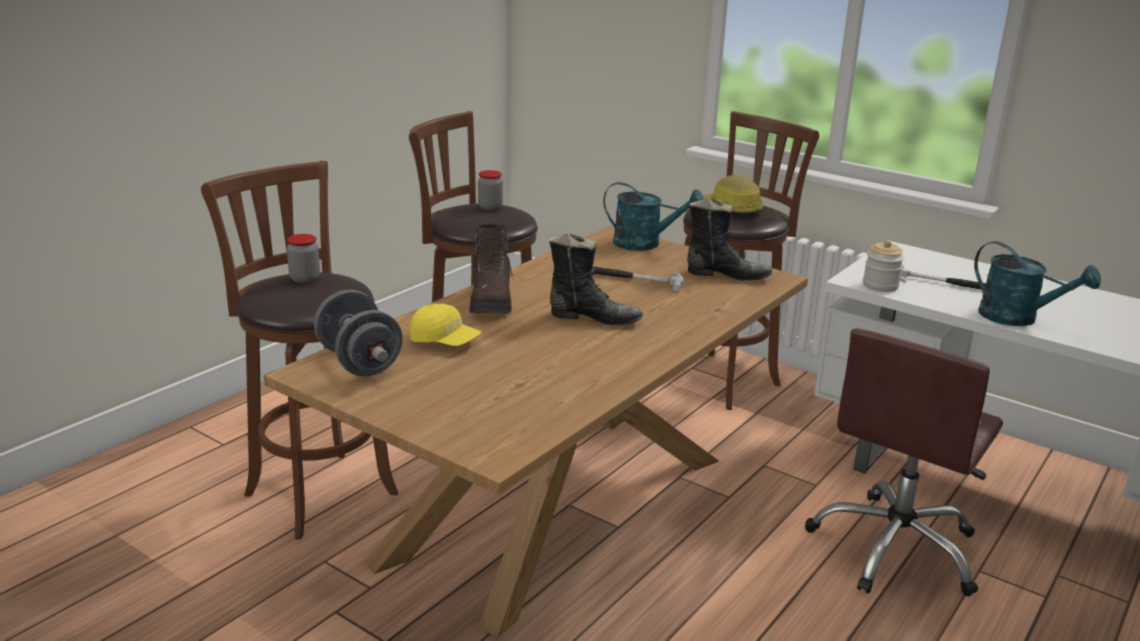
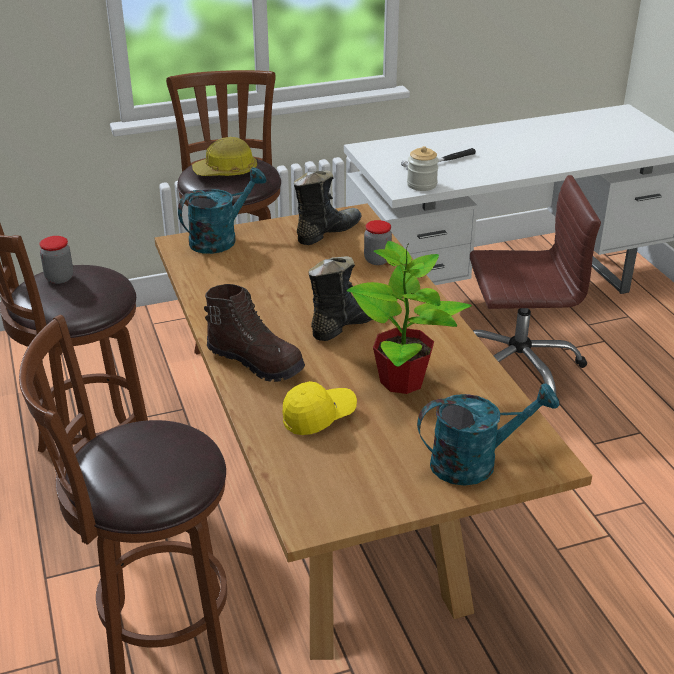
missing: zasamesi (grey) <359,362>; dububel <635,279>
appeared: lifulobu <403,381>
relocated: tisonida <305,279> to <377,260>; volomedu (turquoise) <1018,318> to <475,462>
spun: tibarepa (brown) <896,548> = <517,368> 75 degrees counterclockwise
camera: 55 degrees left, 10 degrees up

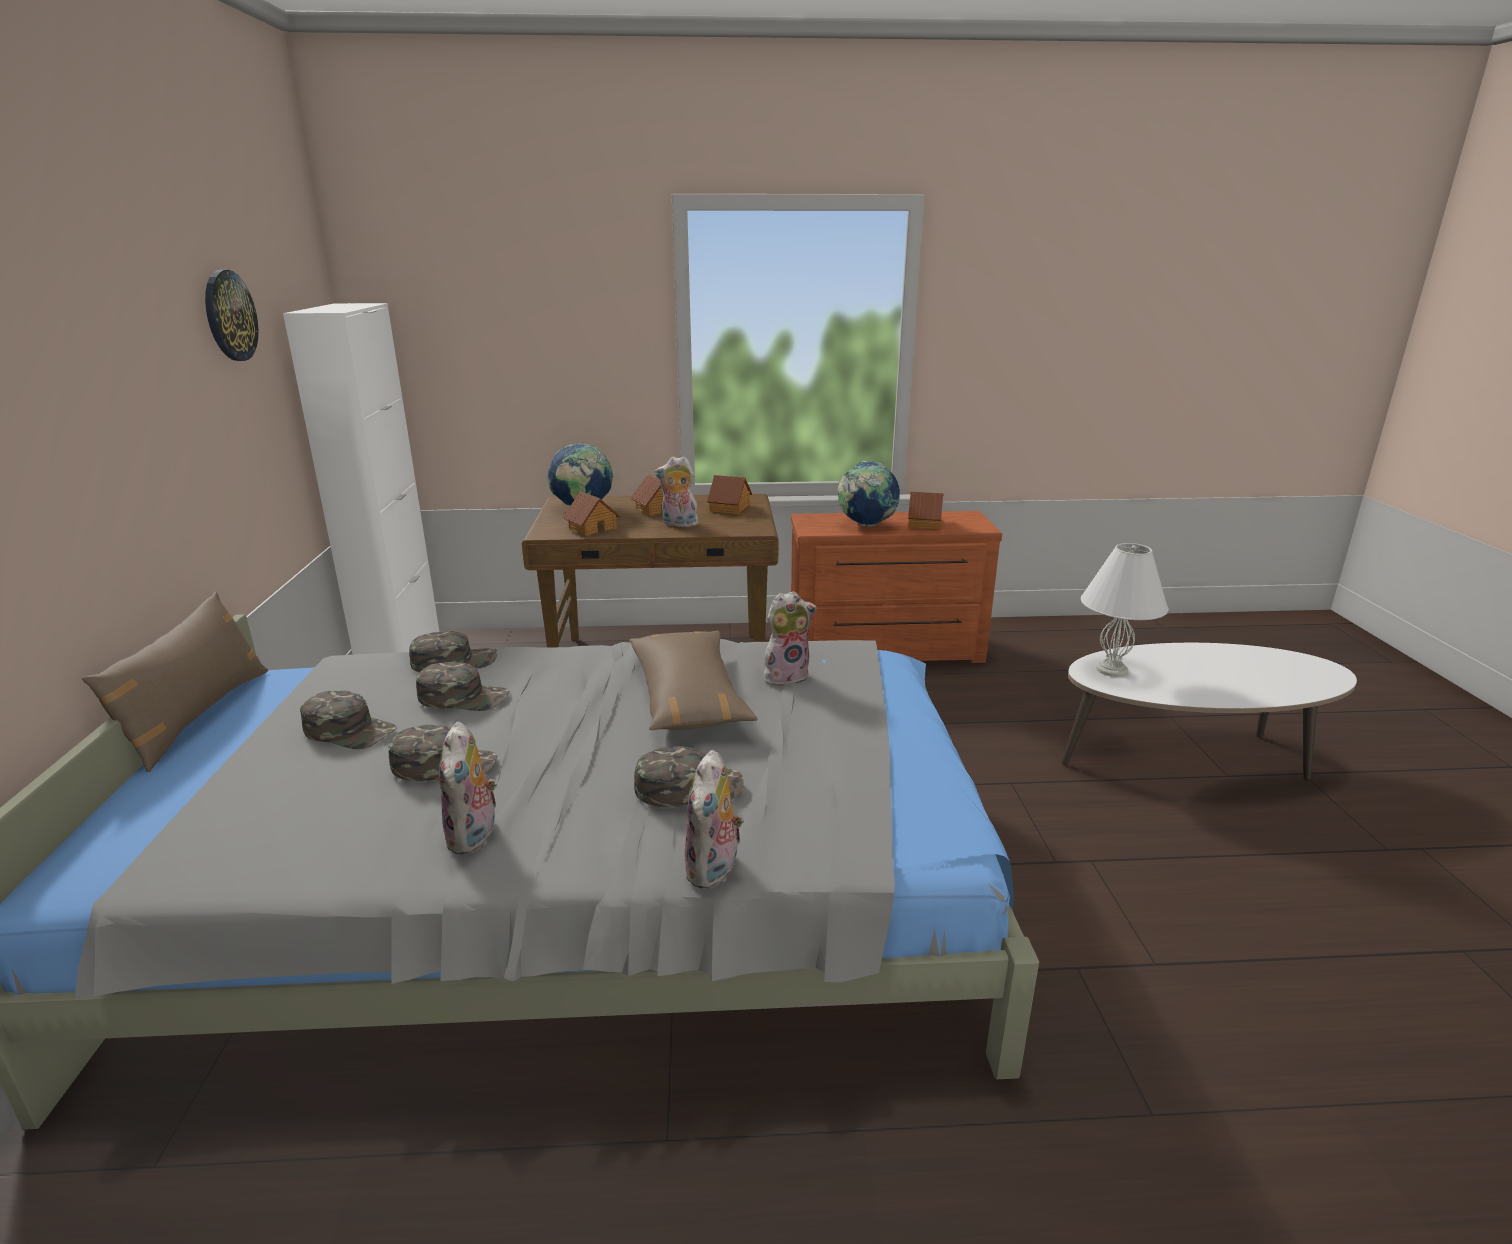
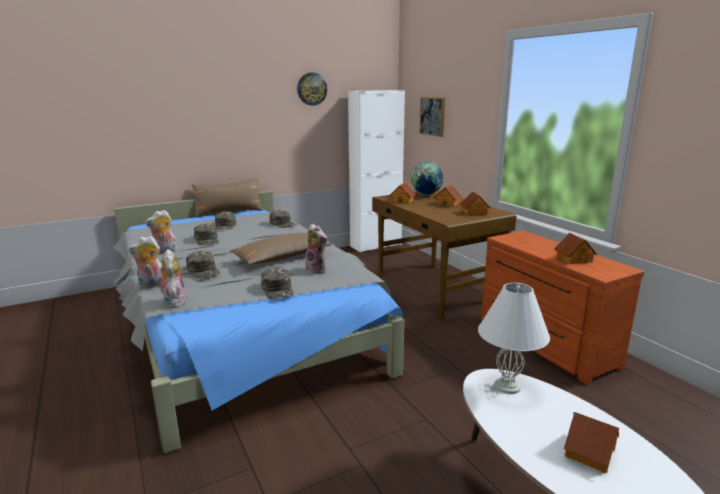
missing: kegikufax <866,525>
appeared: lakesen <432,116>; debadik <589,452>
relocated: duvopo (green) <464,697> to <278,289>; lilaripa <678,524> to <173,302>
camera: 65 degrees right, 5 degrees down

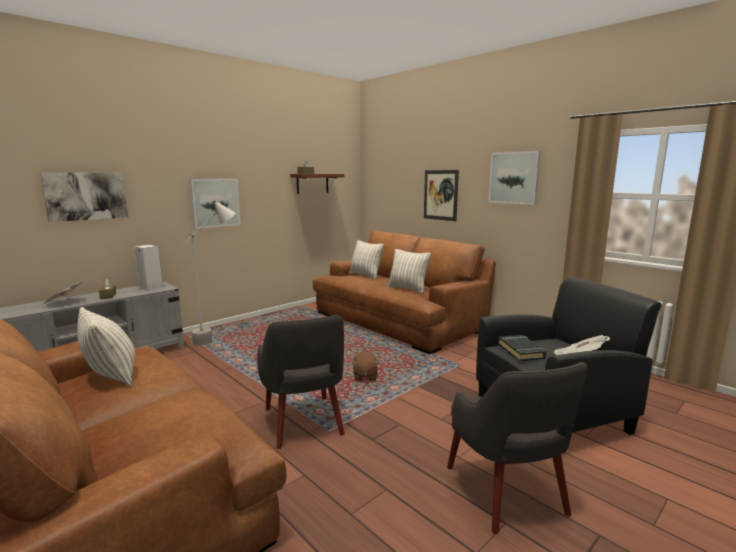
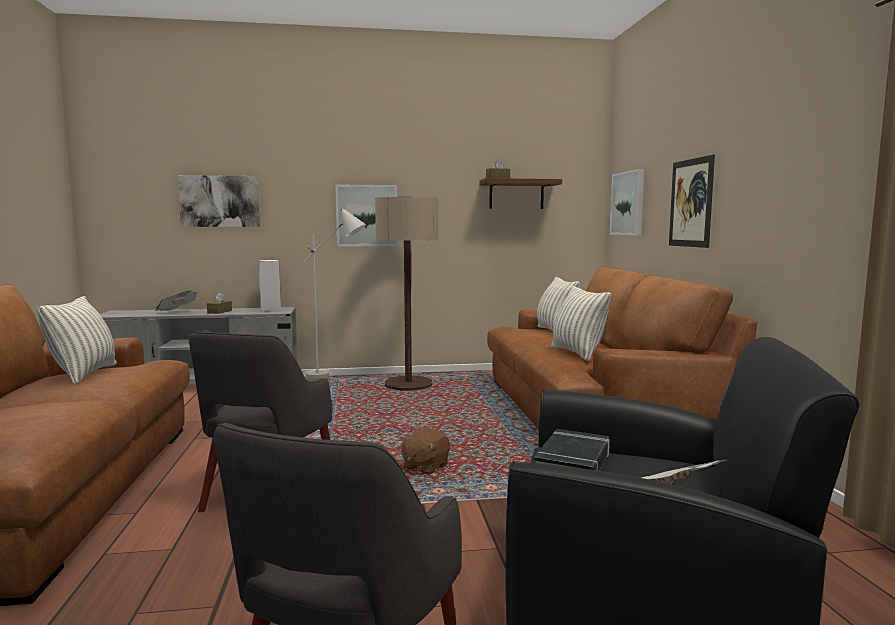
appeared: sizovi <408,385>
relocated: lakesen <514,178> to <628,203>
camera: 35 degrees right, 5 degrees down

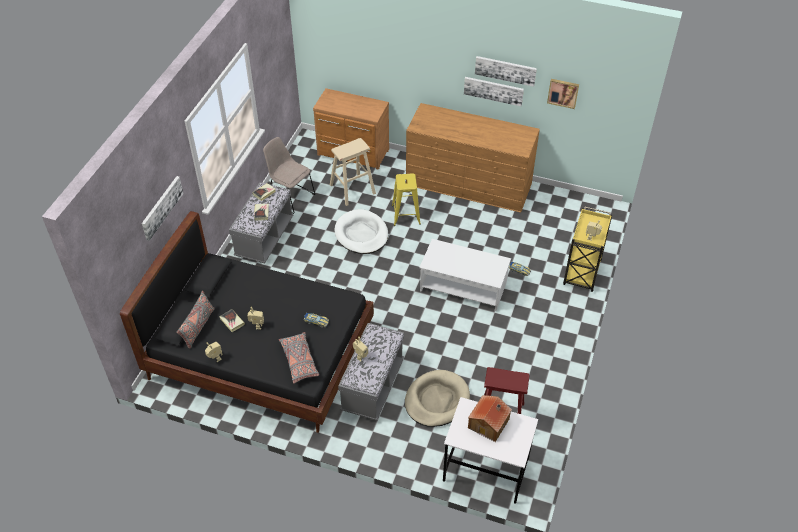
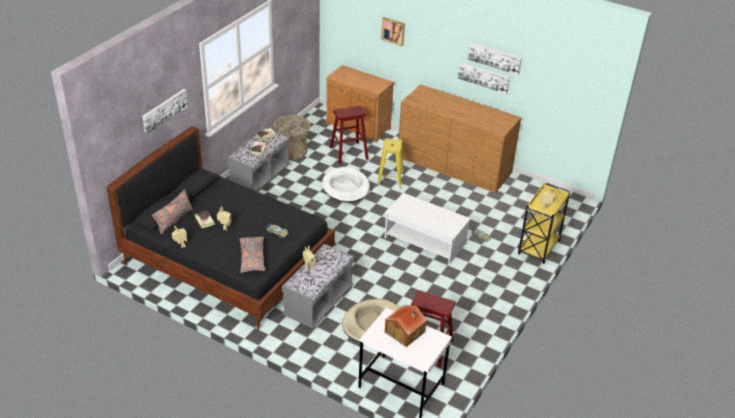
relocated: lakesen <563,92> to <393,31>
exchanged: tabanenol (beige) <290,197> to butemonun <292,150>
colour: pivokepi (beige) <352,189> to pivokepi (red) <348,153>
camera: 10 degrees right, 10 degrees down

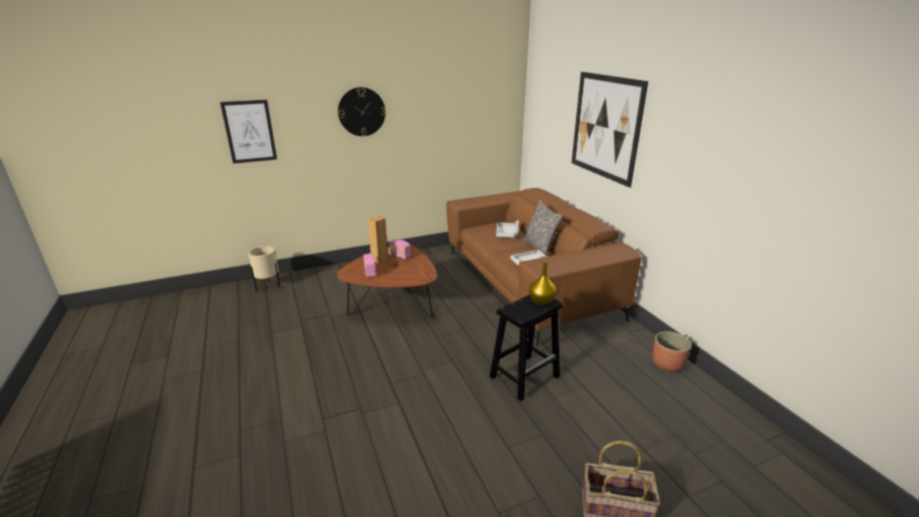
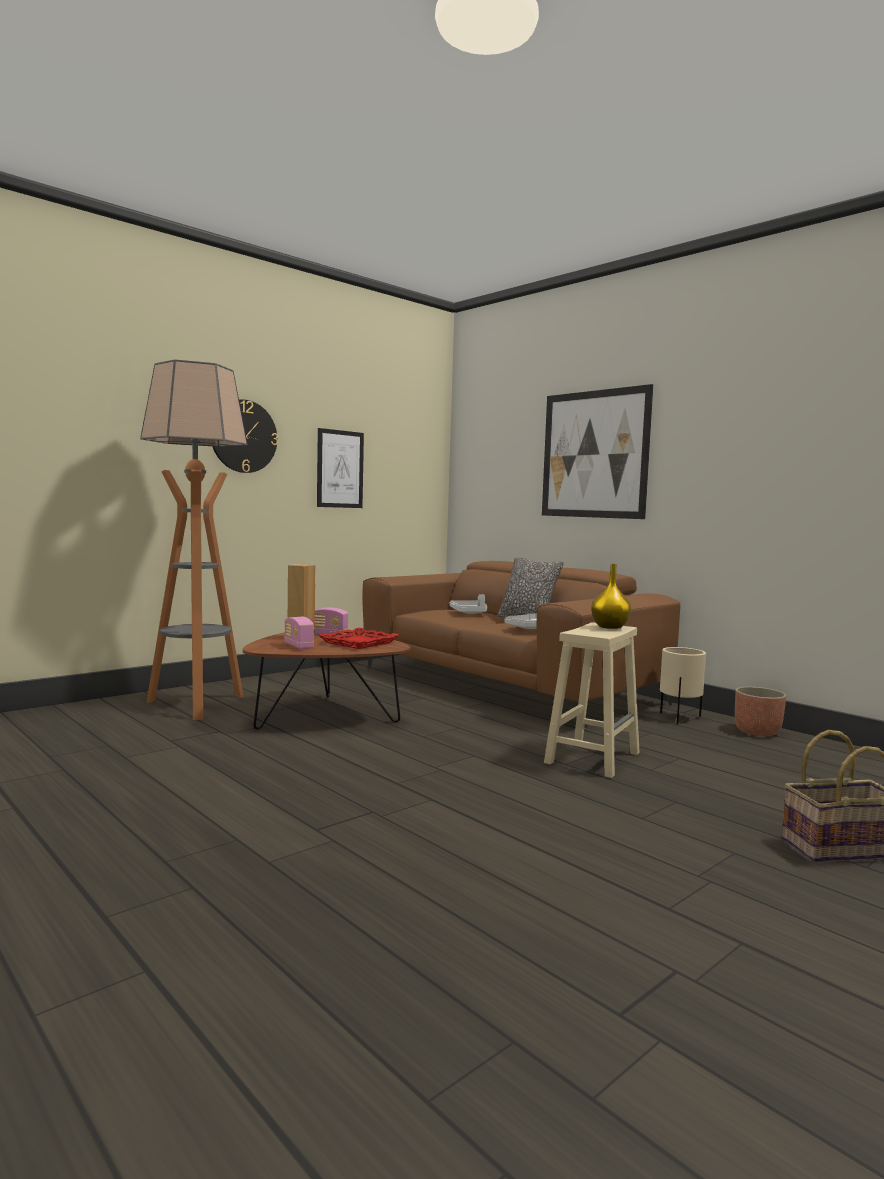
appeared: sizovi <196,705>; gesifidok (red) <358,643>
relocated: lakesen <249,131> to <340,469>; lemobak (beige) <268,286> to <679,718>
colour: pivokepi (black) <525,376> to pivokepi (beige) <592,757>
camera: 20 degrees left, 20 degrees down

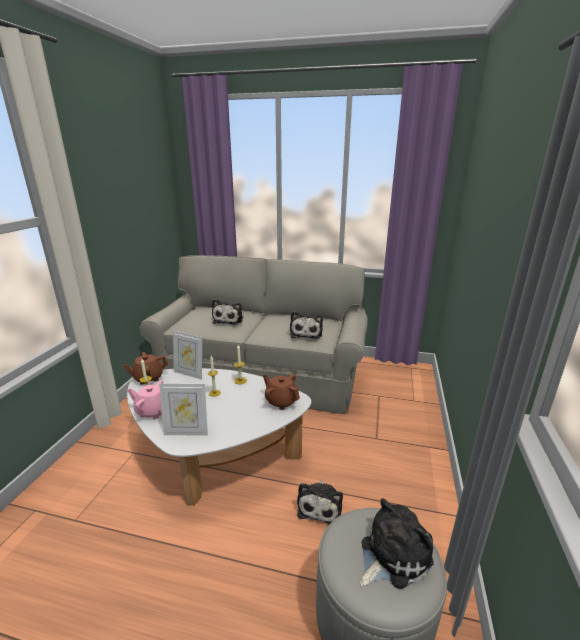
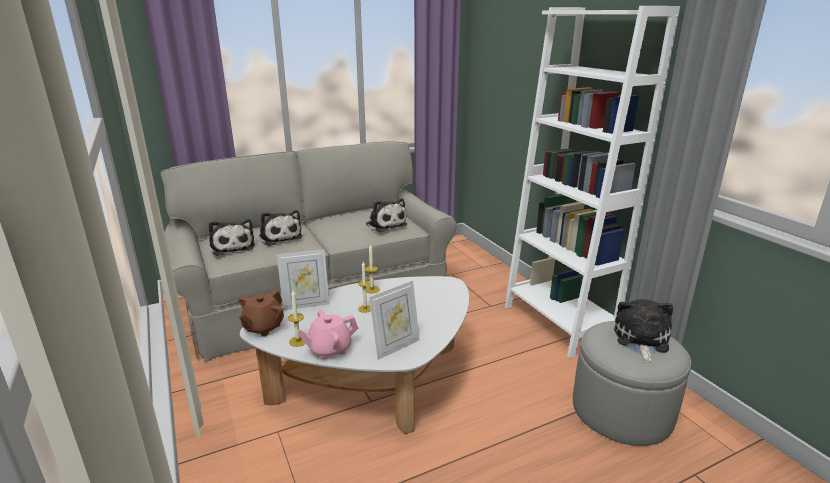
missing: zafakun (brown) <281,401>
appeared: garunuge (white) <558,323>
relocated: lilaripa <320,505> to <232,246>
camera: 40 degrees left, 0 degrees up

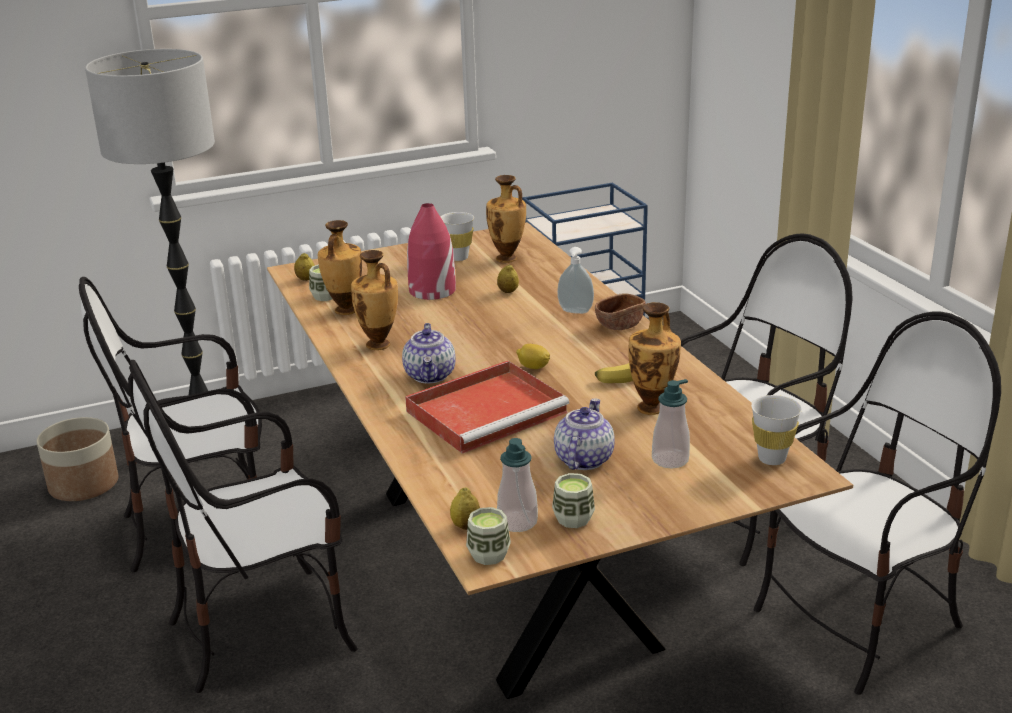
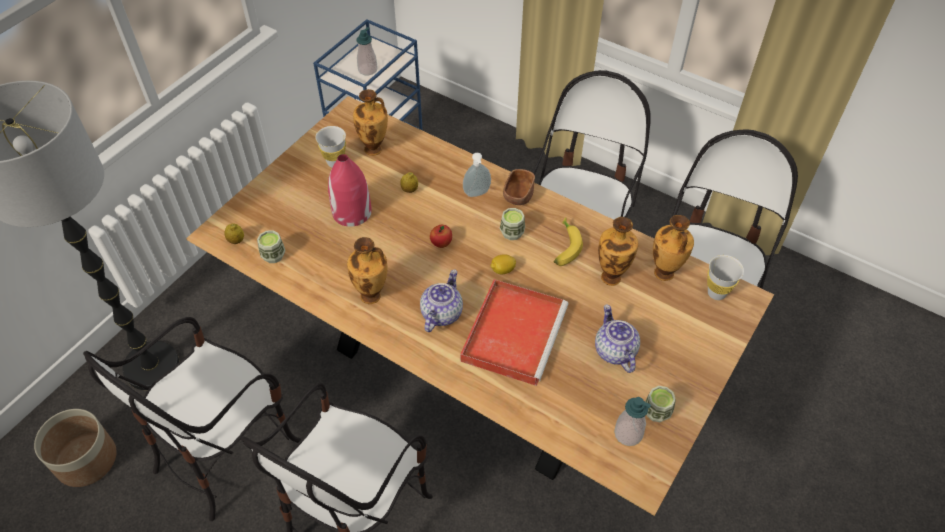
missing: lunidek <465,525>
appeared: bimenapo <441,243>
relocated: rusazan <345,311> to <664,274>; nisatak <488,554> to <512,233>; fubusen <670,459> to <367,70>
spun: zafakun <430,375> = <441,313> 120 degrees counterclockwise
camera: 35 degrees left, 25 degrees up

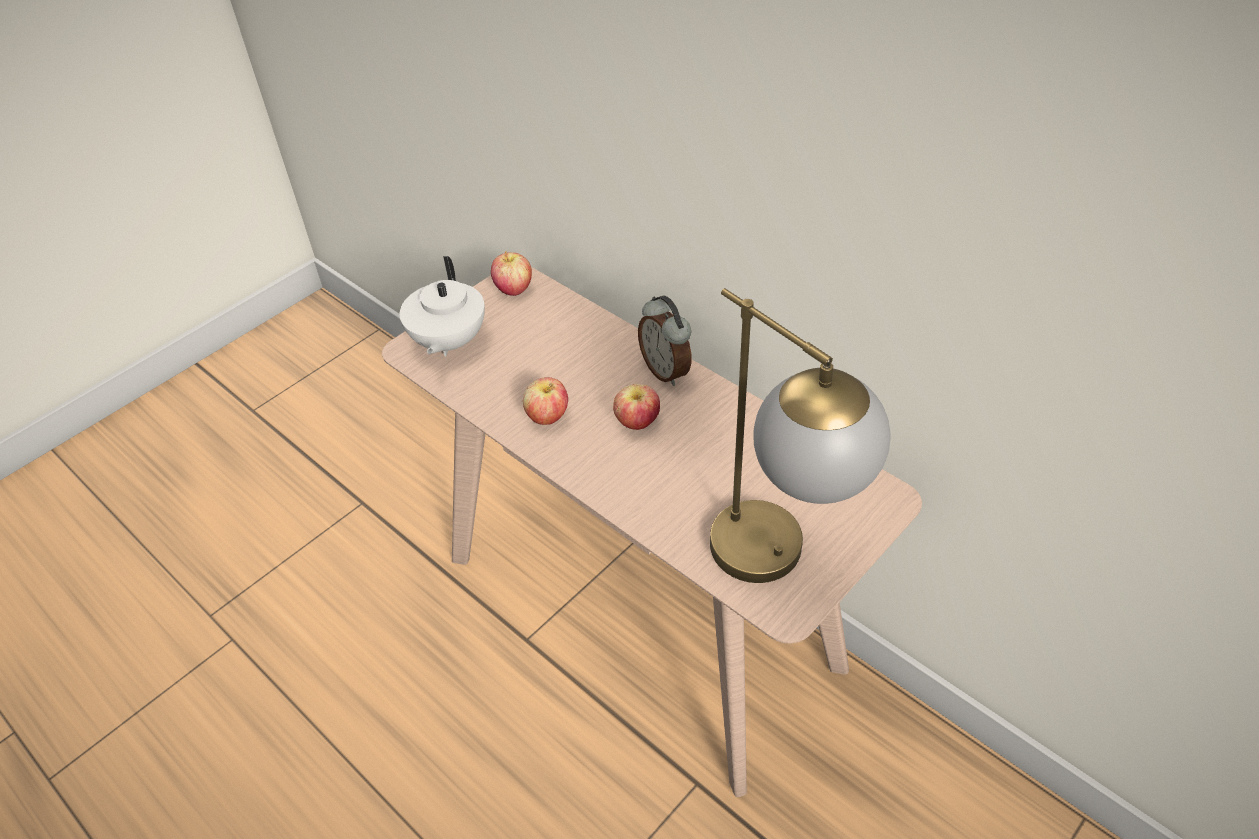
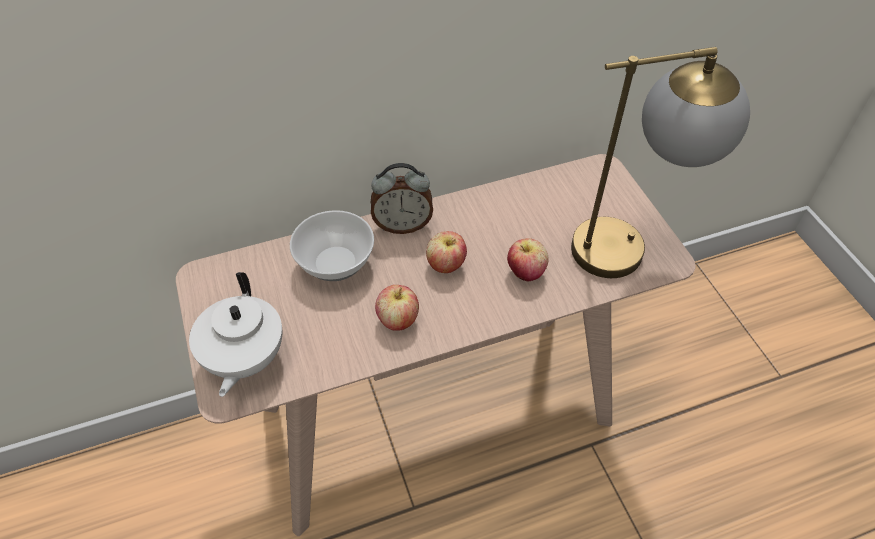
appeared: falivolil <335,262>
relocated: bimenapo <513,289> to <525,272>
spun: zafakun (white) <448,342> = <244,359> 60 degrees clockwise
camera: 65 degrees left, 5 degrees up

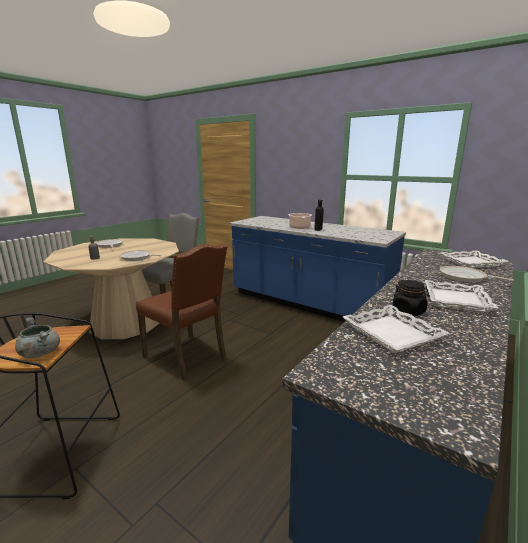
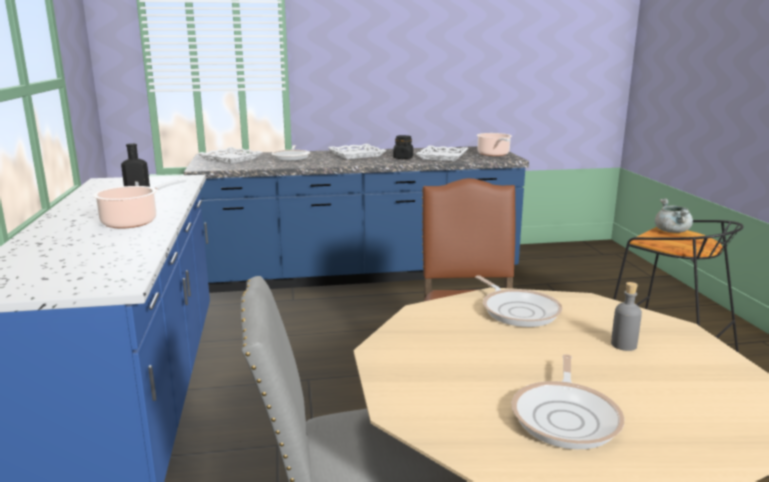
appeared: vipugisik <494,154>
camera: 135 degrees left, 0 degrees up

